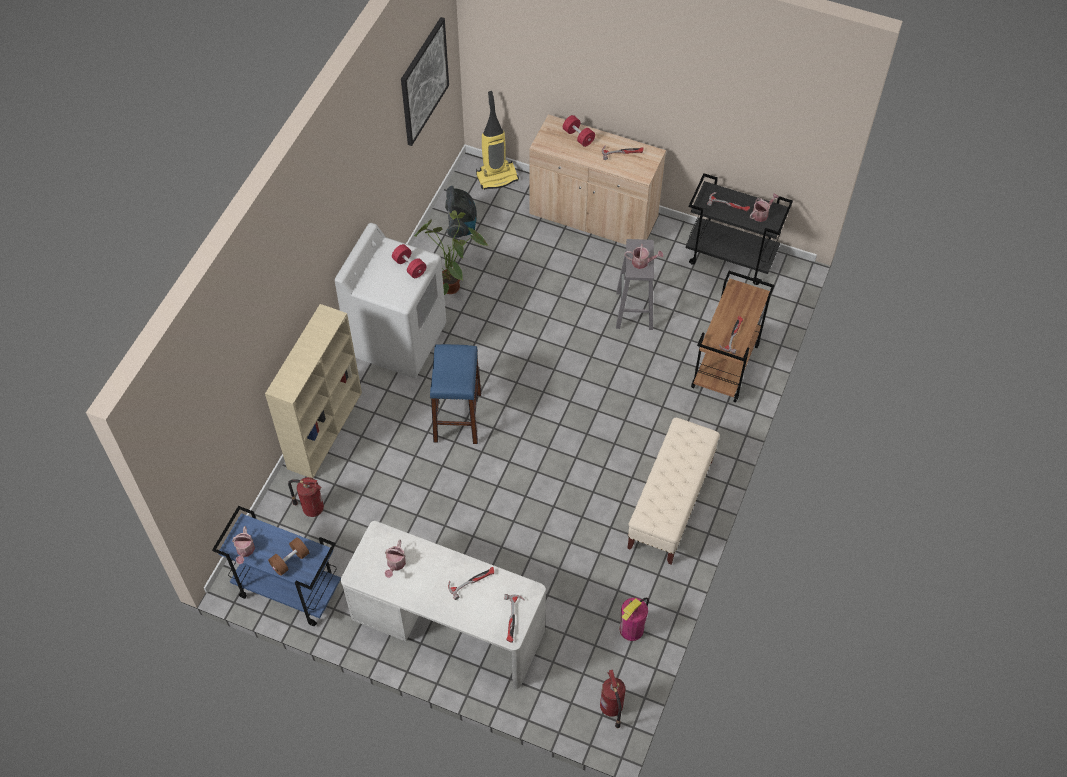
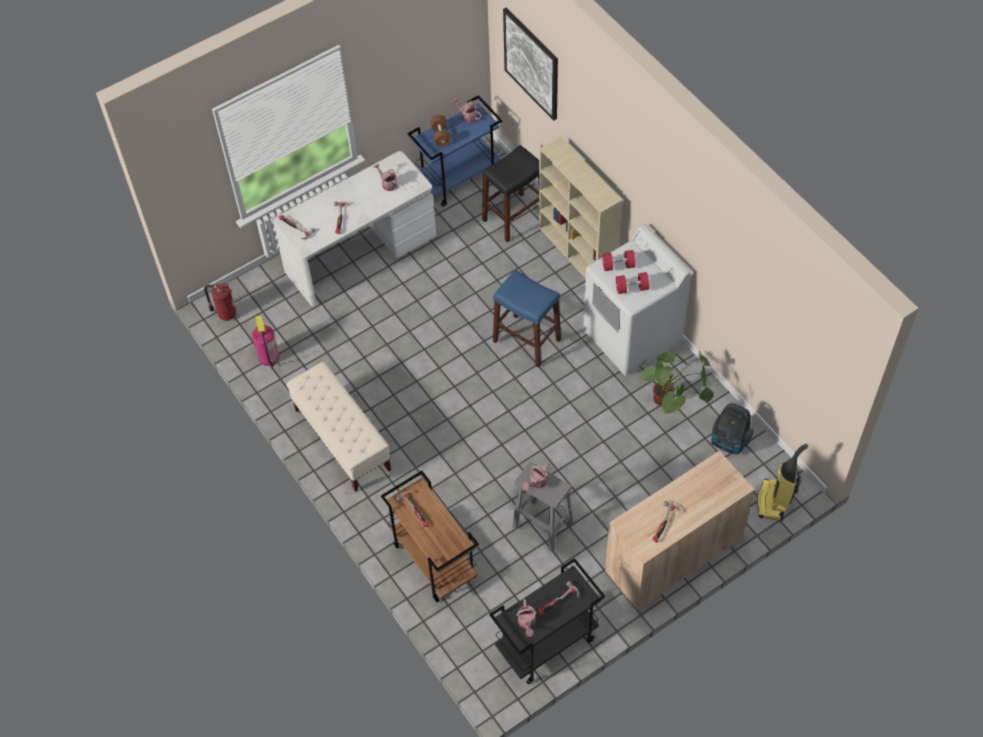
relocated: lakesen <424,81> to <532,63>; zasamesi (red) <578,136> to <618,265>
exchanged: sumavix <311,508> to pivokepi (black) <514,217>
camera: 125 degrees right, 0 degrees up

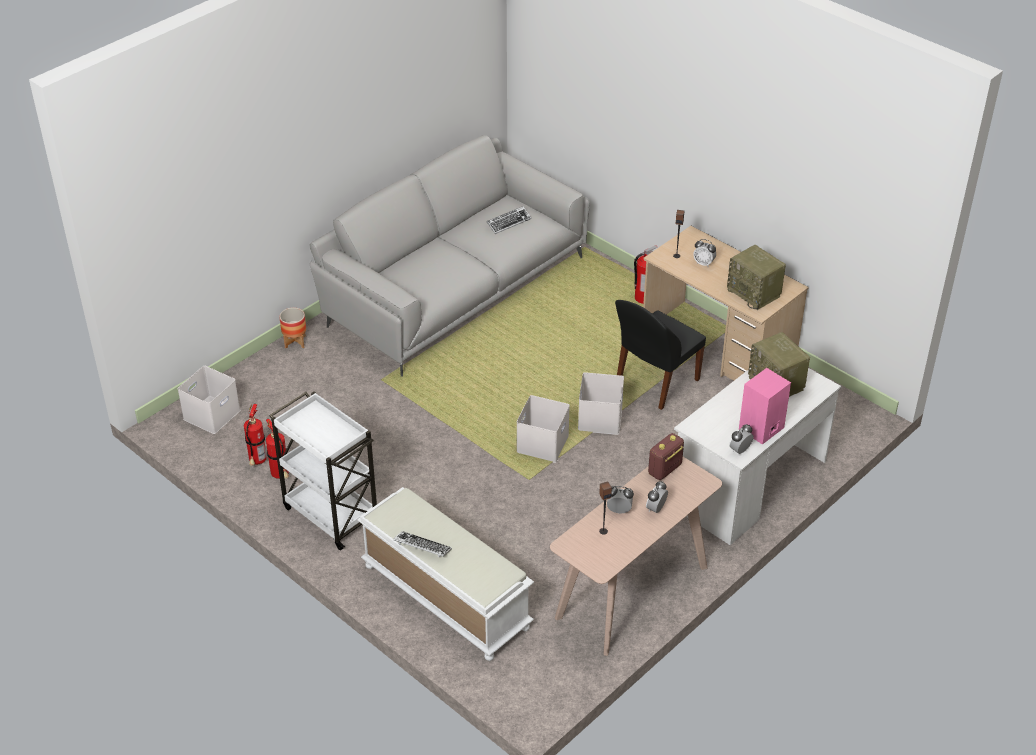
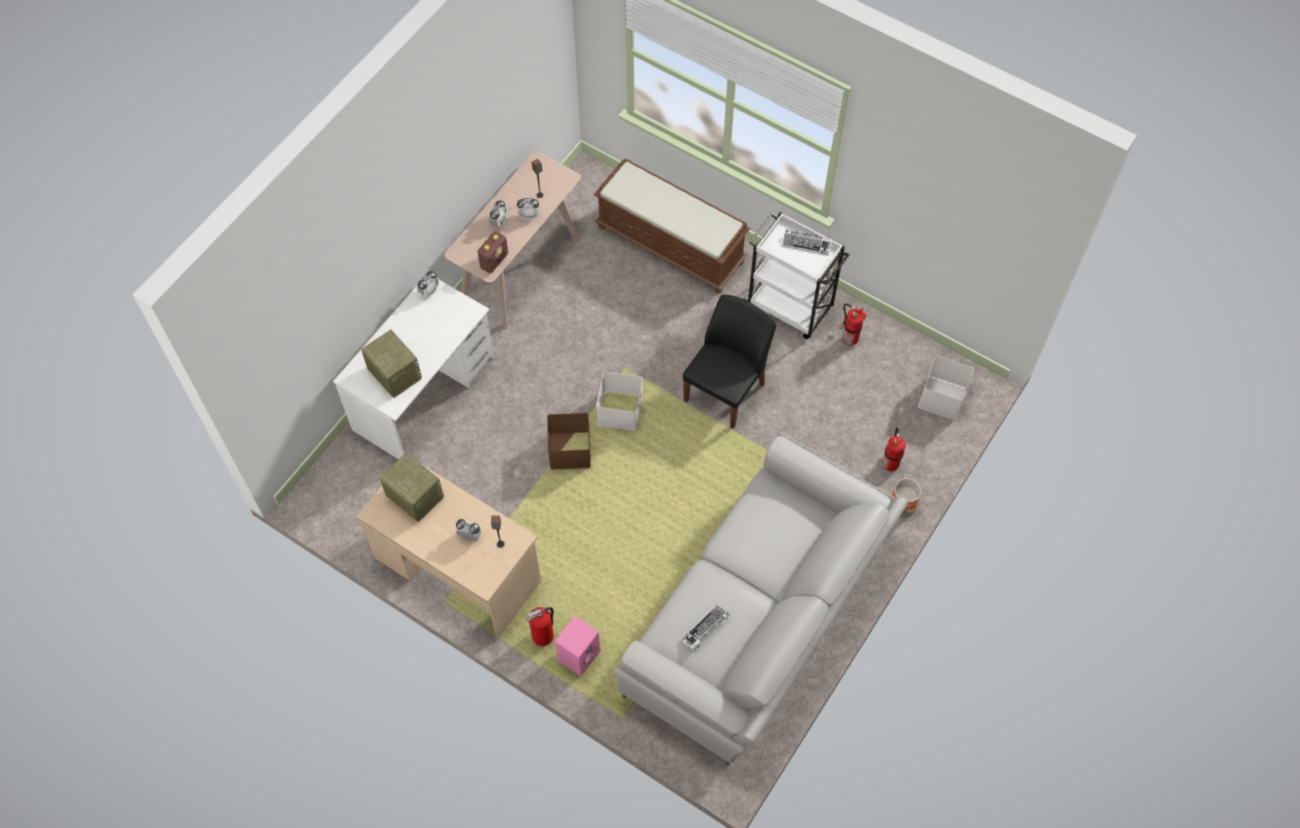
relocated: sumavix <257,462> to <890,463>; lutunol <422,547> to <806,244>; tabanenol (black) <655,382> to <726,391>; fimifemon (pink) <761,429> to <579,655>
colour: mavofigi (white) <444,597> to mavofigi (brown) <672,244>; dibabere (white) <601,419> to dibabere (brown) <569,450>
camera: 170 degrees right, 20 degrees up

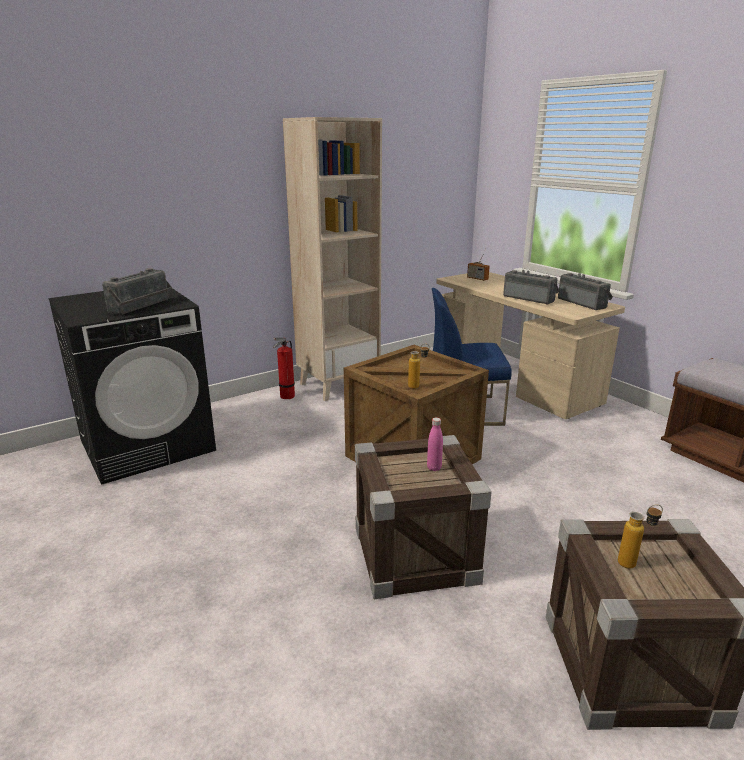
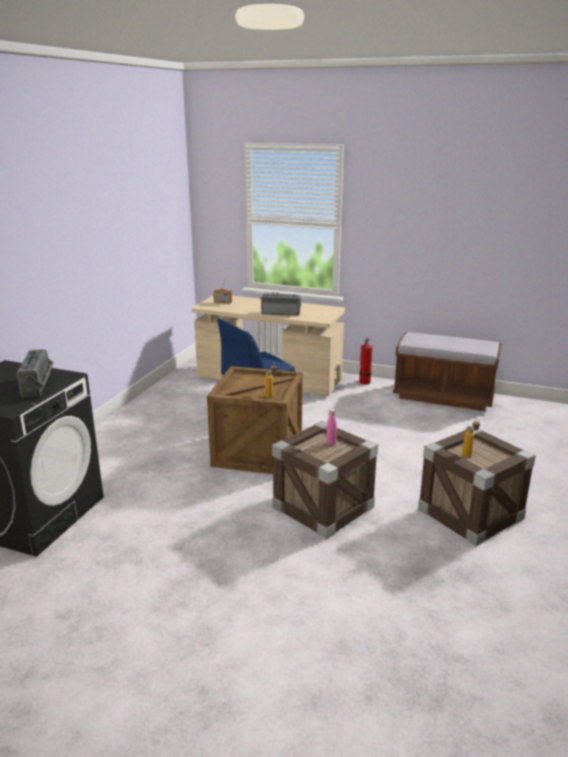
missing: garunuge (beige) <338,385>; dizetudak <583,303>
relocated: sumavix <286,396> to <364,383>
camera: 35 degrees left, 0 degrees up

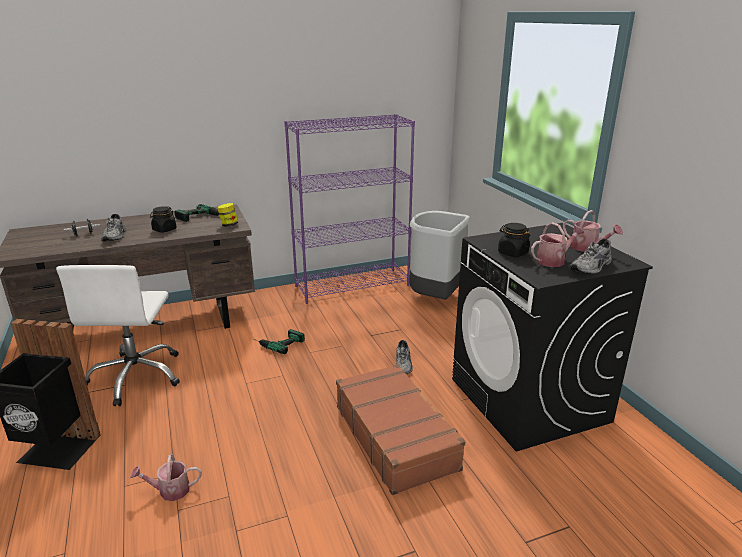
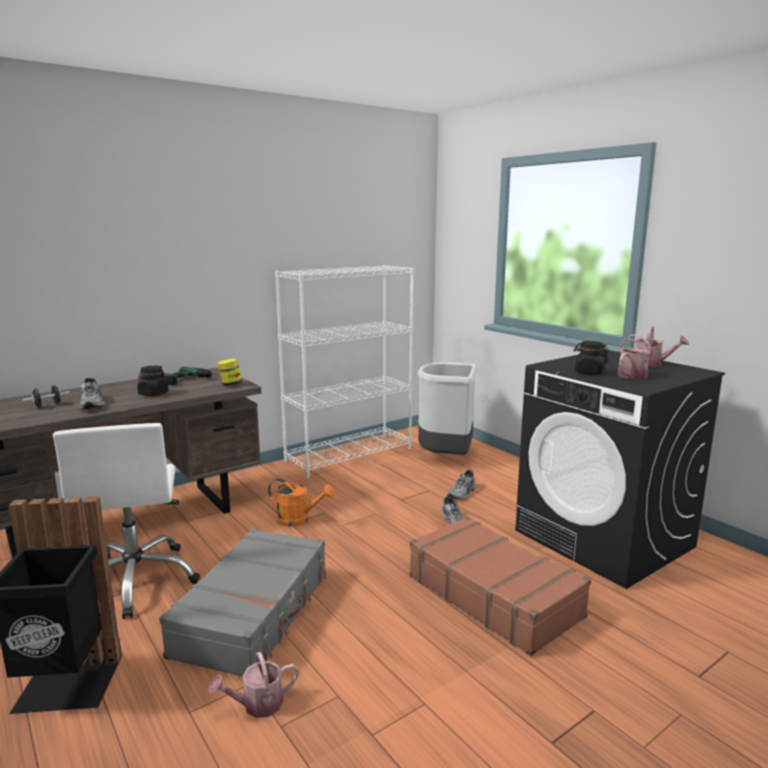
appeared: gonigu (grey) <255,613>
relocated: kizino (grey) <592,267> to <463,493>
exchanged: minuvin <278,342> to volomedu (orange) <298,520>
colour: garunuge (purple) <352,285> to garunuge (white) <350,455>
camera: 15 degrees left, 10 degrees down

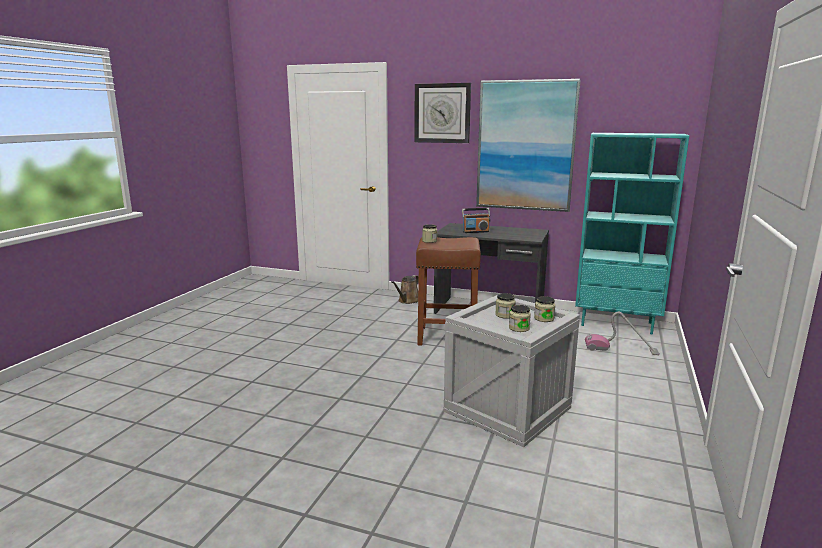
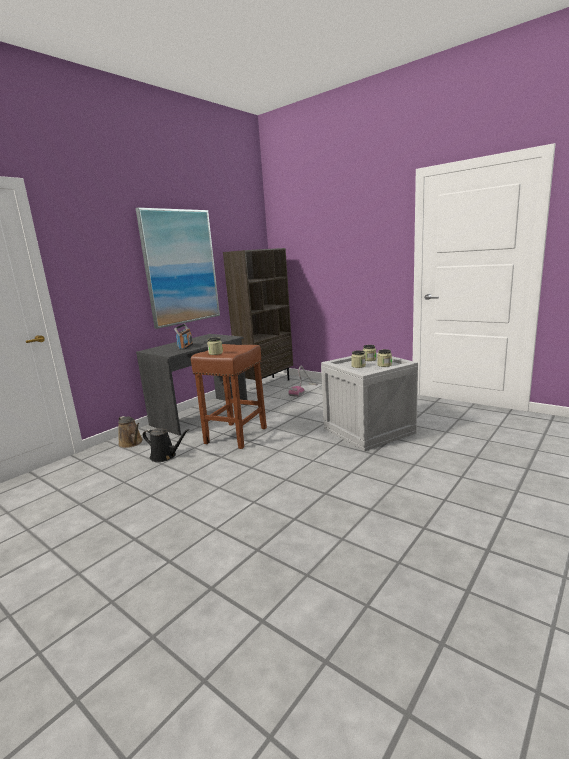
missing: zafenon <442,113>
appeared: volomedu (black) <165,456>
colour: garunuge (turquoise) <617,324> to garunuge (brown) <266,384>
camera: 70 degrees left, 0 degrees up

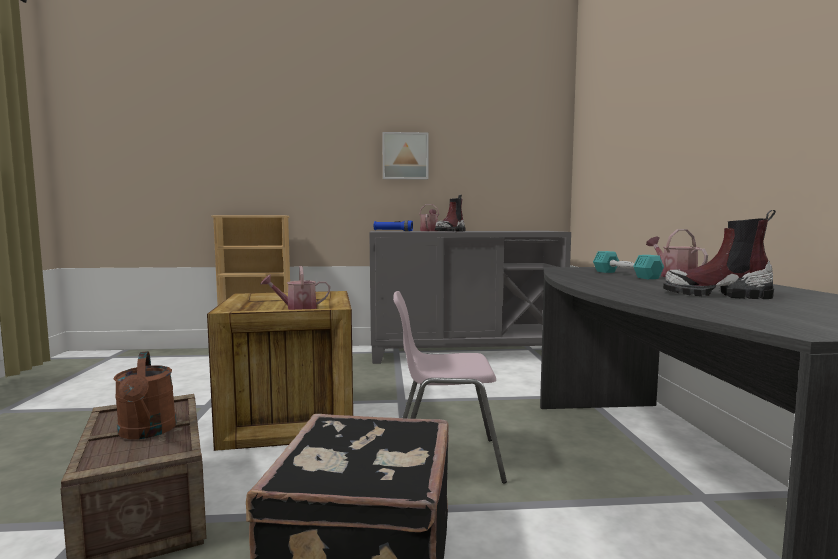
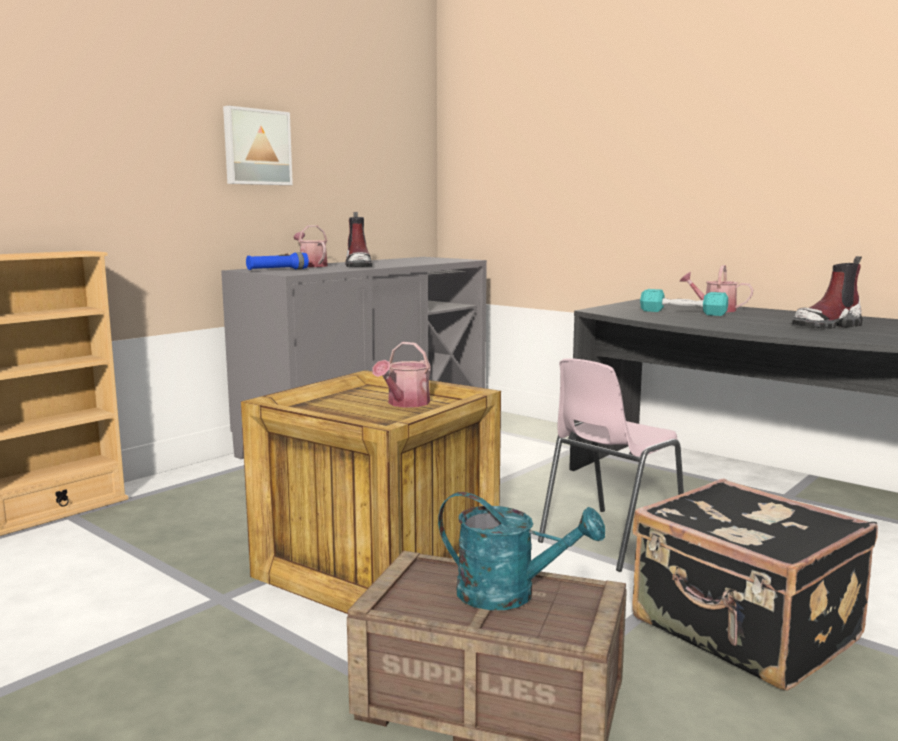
colour: volomedu (brown) <147,432> to volomedu (turquoise) <509,595>
camera: 45 degrees left, 5 degrees up

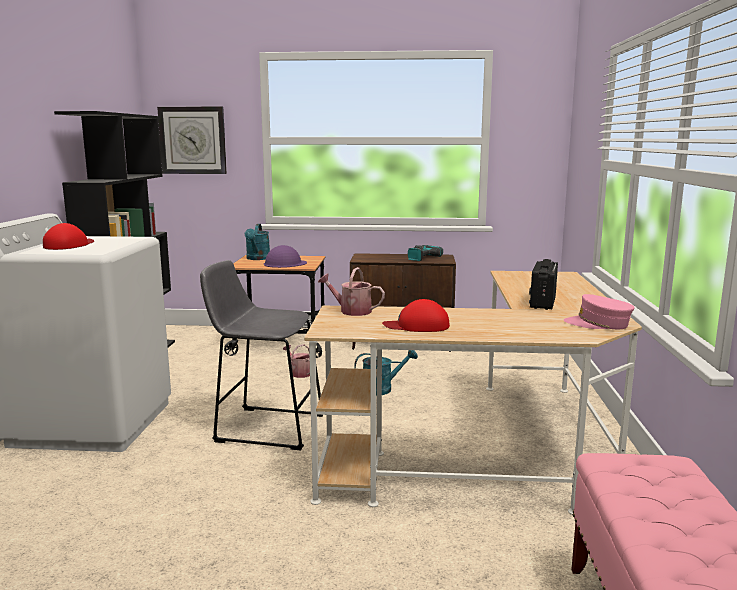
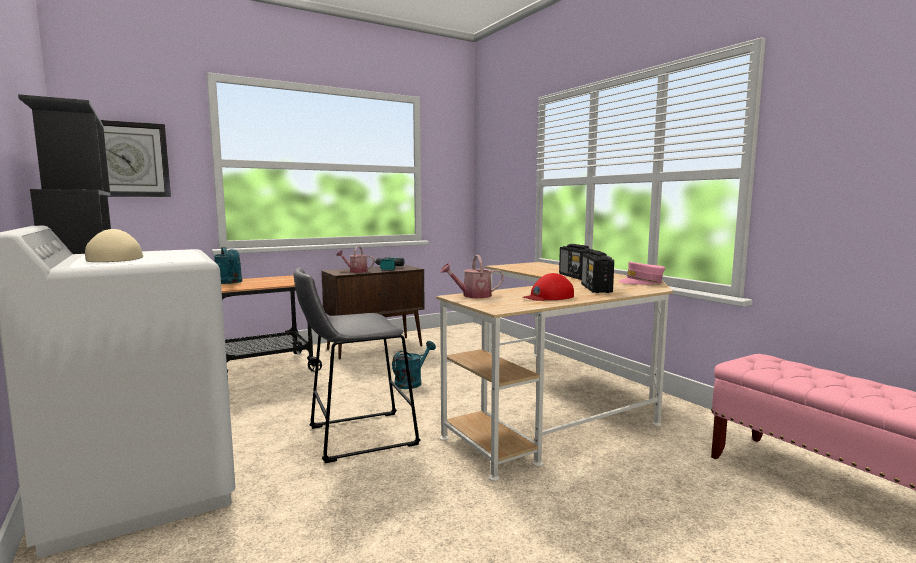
missing: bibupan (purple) <284,263>
appeared: dizetudak <596,289>
relocated: volomedu <299,373> to <356,271>
colour: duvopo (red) <69,245> to duvopo (beige) <117,258>
camera: 35 degrees left, 5 degrees down

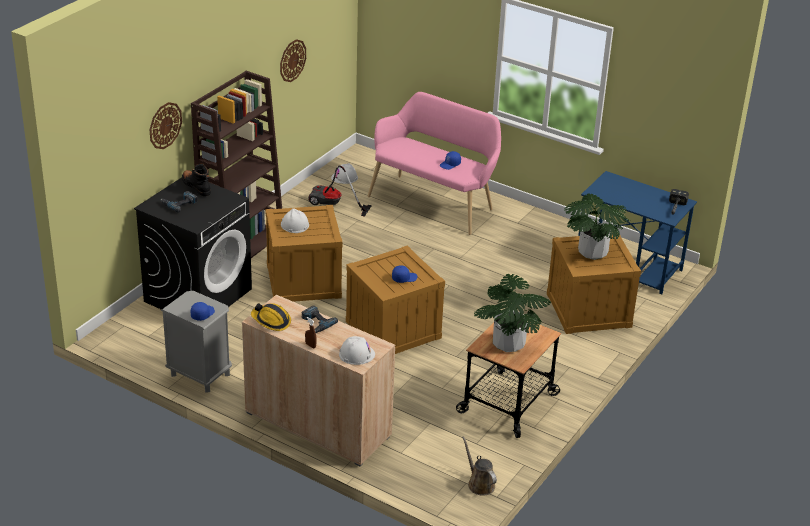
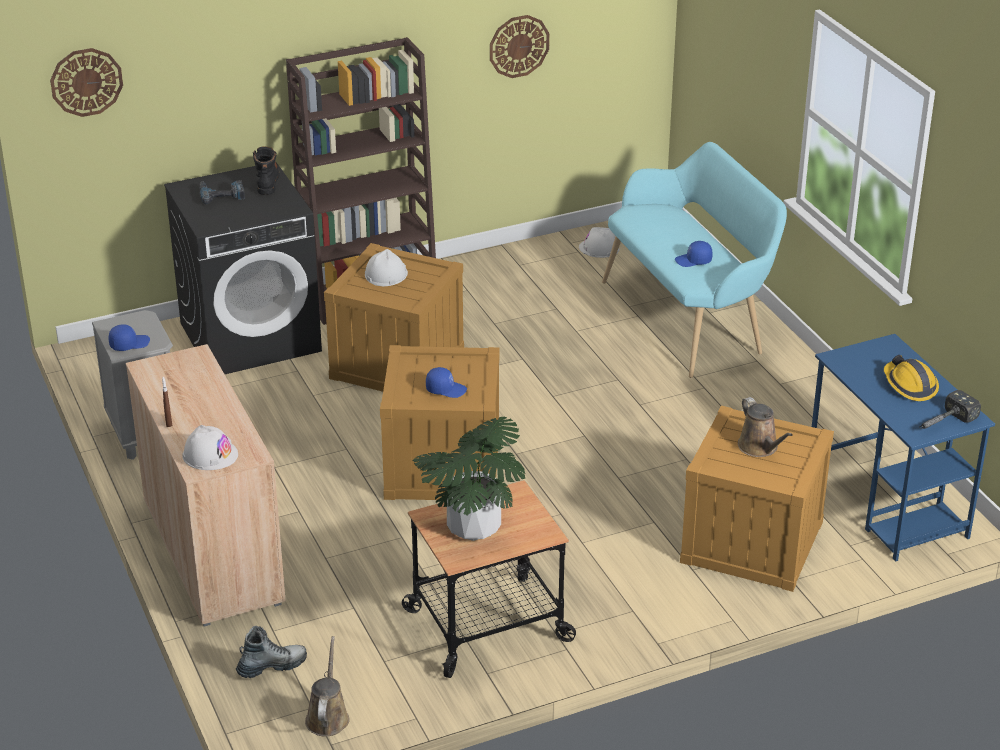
missing: minuvin <316,323>; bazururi <333,205>
appeared: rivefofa <272,666>
relocated: zafenon <165,125> to <86,82>; bibupan <271,321> to <909,385>
exchanged: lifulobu <593,253> to volomedu (brown) <760,447>
colour: mavofigi (pink) <434,202> to mavofigi (turquoise) <689,317>
camera: 35 degrees right, 0 degrees up

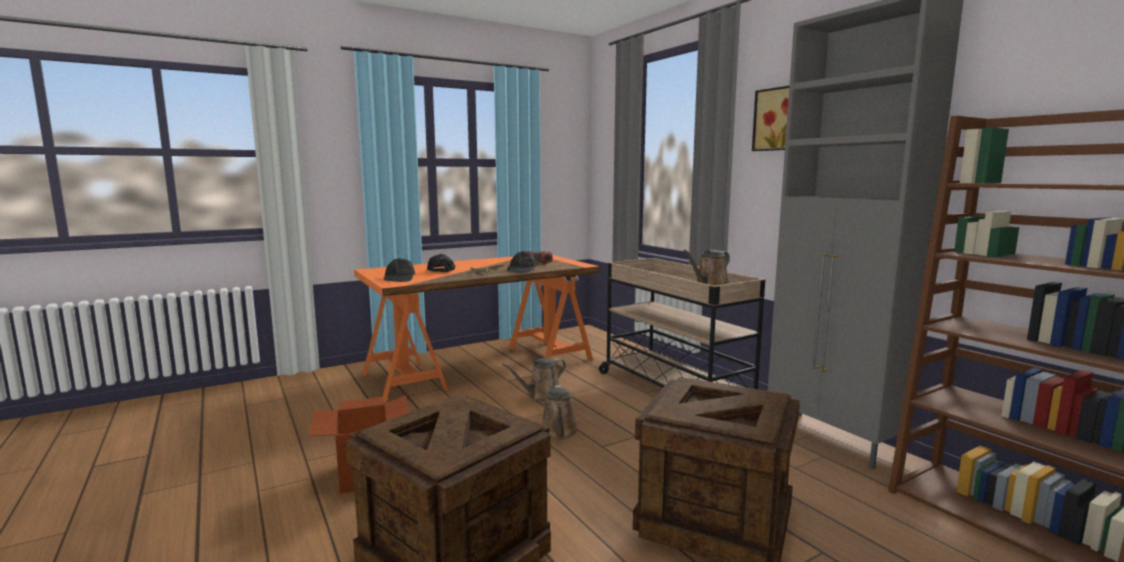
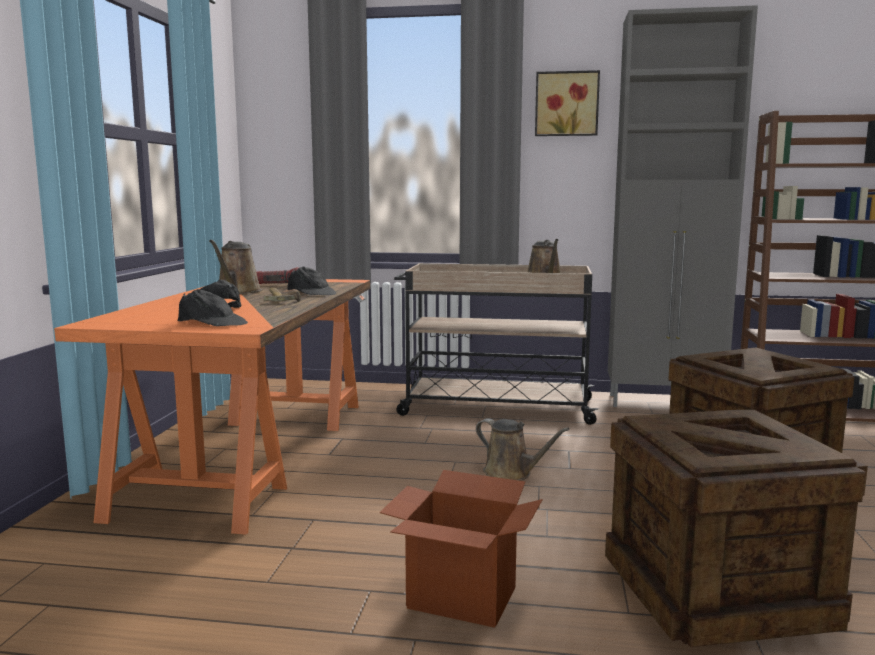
relocated: volomedu (brown) <541,396> to <237,292>
camera: 50 degrees left, 0 degrees up

